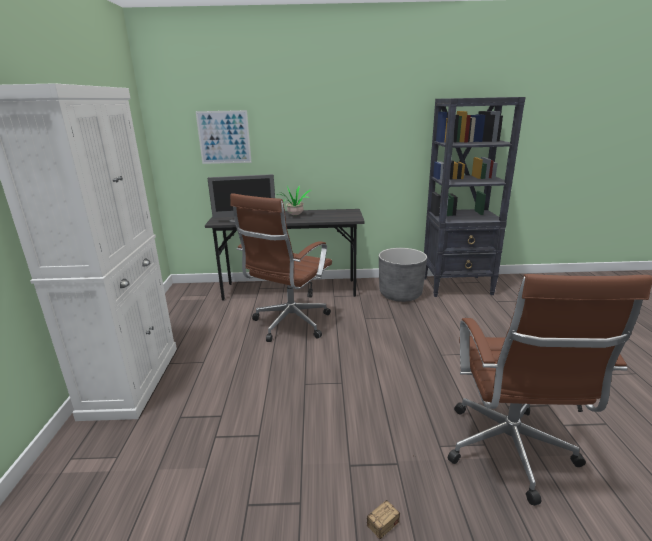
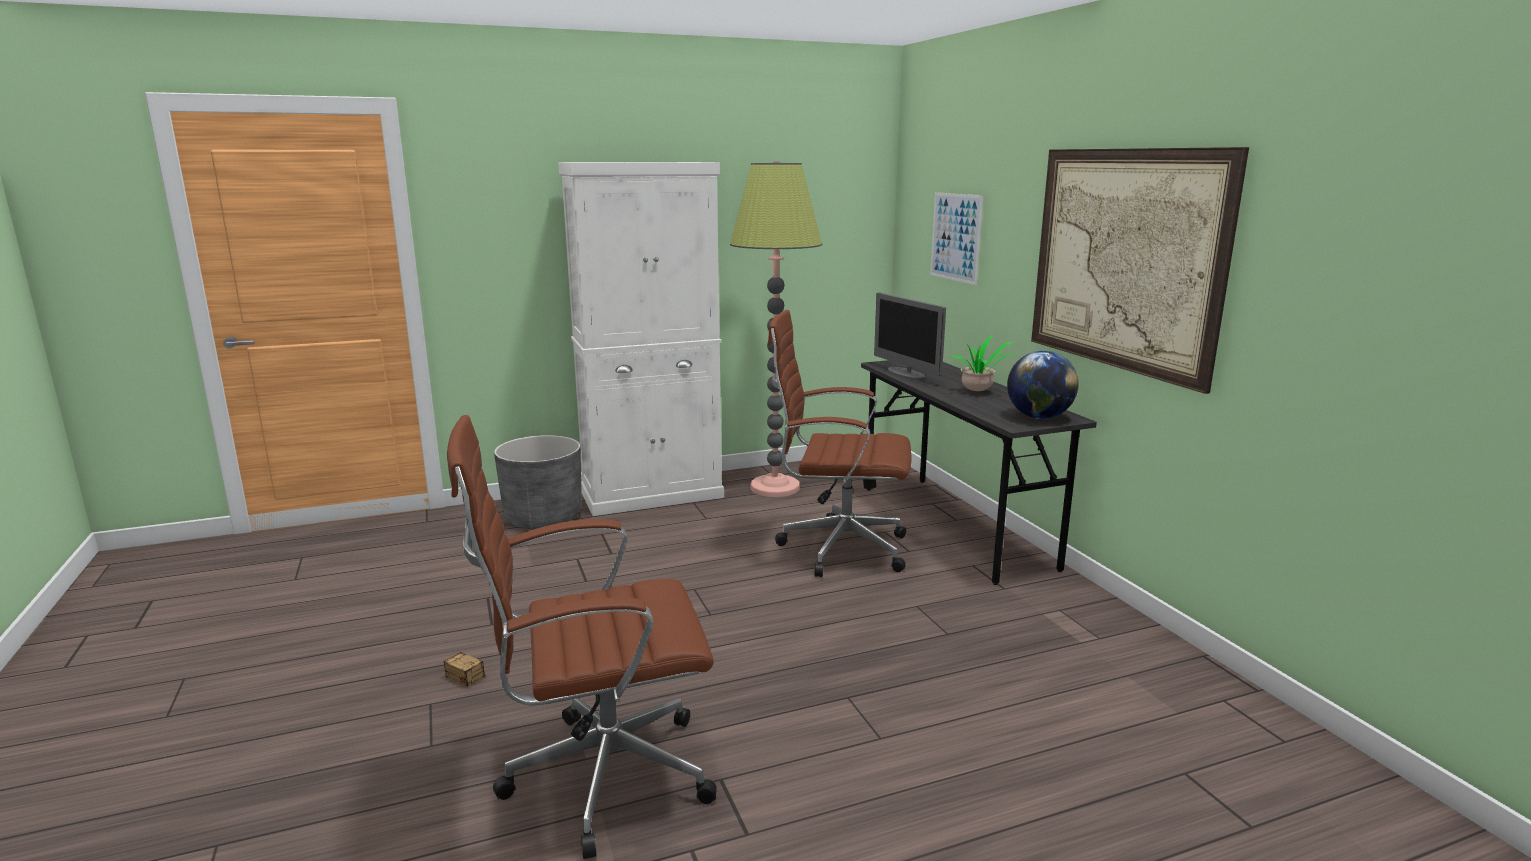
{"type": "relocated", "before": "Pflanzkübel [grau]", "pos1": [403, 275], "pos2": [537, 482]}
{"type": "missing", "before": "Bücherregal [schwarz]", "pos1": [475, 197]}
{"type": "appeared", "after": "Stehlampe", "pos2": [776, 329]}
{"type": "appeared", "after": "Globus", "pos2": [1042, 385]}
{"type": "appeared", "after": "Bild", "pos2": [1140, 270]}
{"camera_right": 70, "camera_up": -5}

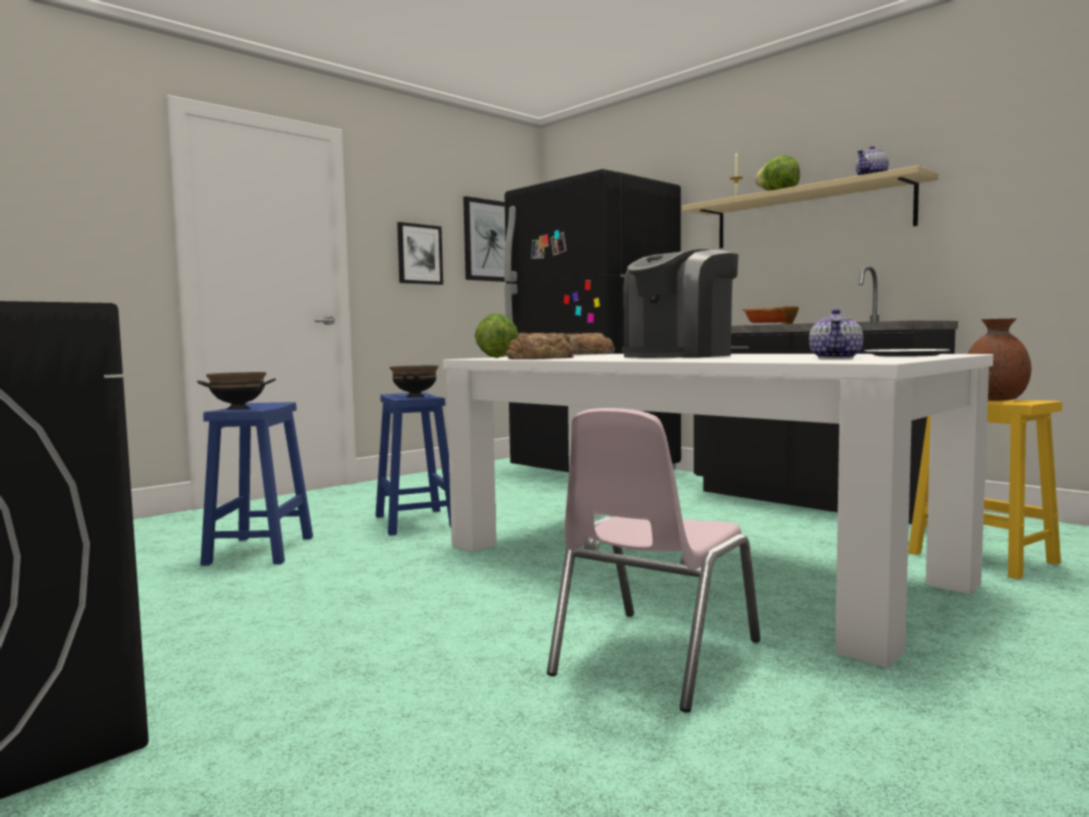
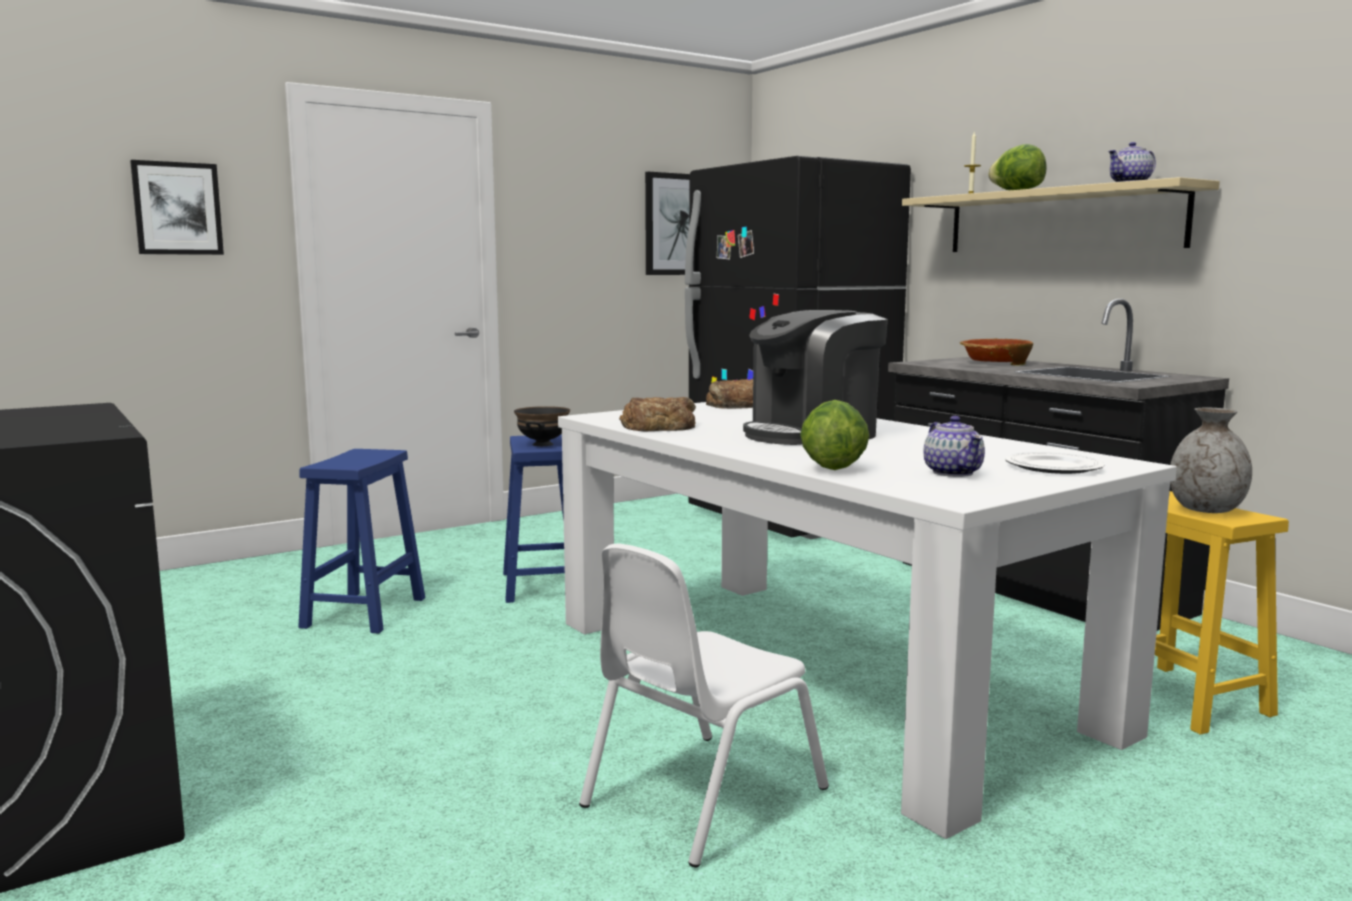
{"type": "missing", "before": "Schüssel [schwarz]", "pos1": [236, 390]}
{"type": "relocated", "before": "Bild", "pos1": [420, 253], "pos2": [177, 207]}
{"type": "relocated", "before": "Salatkopf", "pos1": [496, 335], "pos2": [835, 435]}
{"type": "colour", "before": "Stuhl [rosa]", "after": "Stuhl [weiß]", "pos1": [653, 560], "pos2": [704, 705]}
{"type": "spun", "before": "Teekanne", "pos1": [836, 334], "pos2": [954, 446], "turn": -45}
{"type": "colour", "before": "Vase [braun]", "after": "Vase [grau]", "pos1": [999, 360], "pos2": [1211, 460]}
{"camera_right": 10, "camera_up": 5}

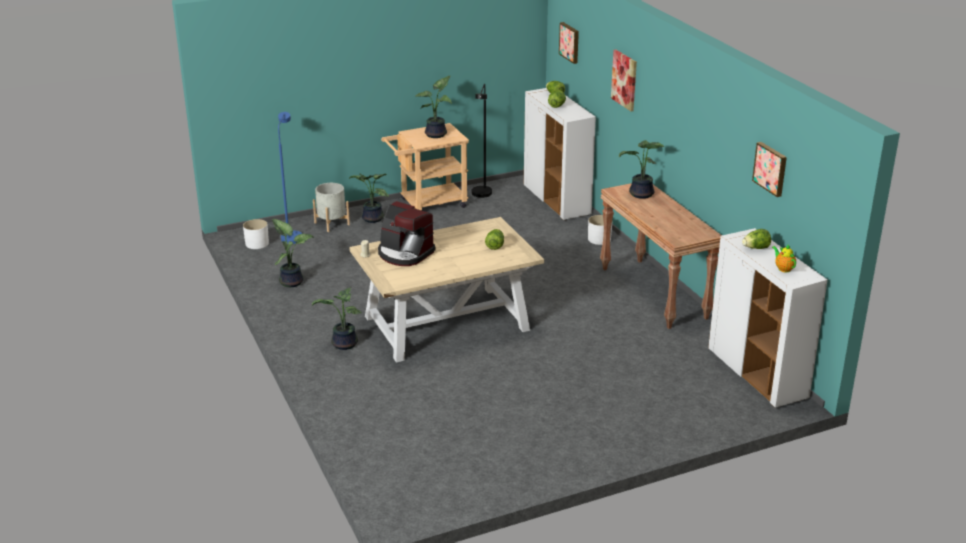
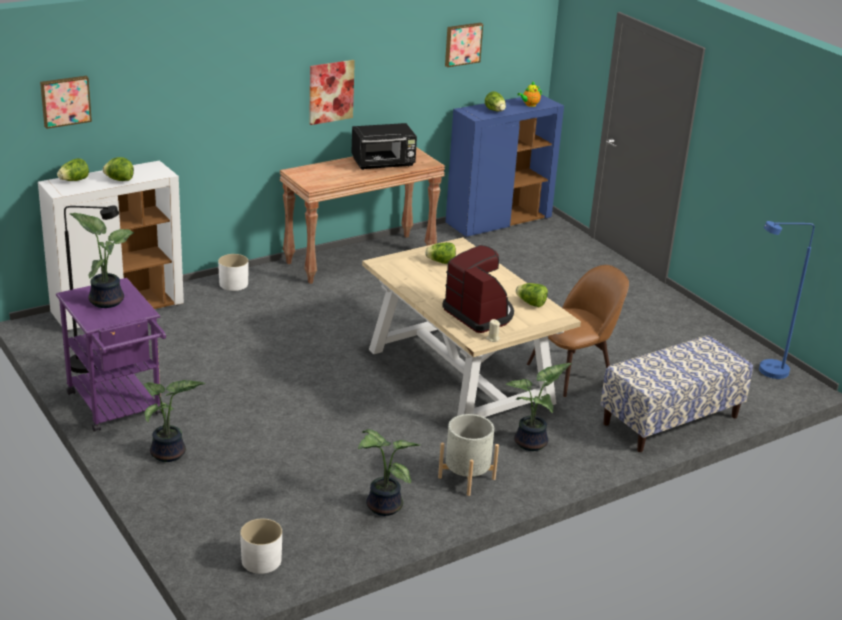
{"type": "relocated", "before": "Stehlampe [blau]", "pos1": [290, 178], "pos2": [787, 300]}
{"type": "relocated", "before": "Pflanzkübel [grau]", "pos1": [331, 207], "pos2": [468, 455]}
{"type": "spun", "before": "Kaffeemaschine", "pos1": [406, 233], "pos2": [478, 289], "turn": -60}
{"type": "colour", "before": "Rollwagen [beige]", "after": "Rollwagen [lila]", "pos1": [425, 166], "pos2": [111, 355]}
{"type": "relocated", "before": "Bild", "pos1": [624, 80], "pos2": [332, 92]}
{"type": "missing", "before": "Topfpflanze", "pos1": [641, 169]}
{"type": "colour", "before": "Schrank [weiß]", "after": "Schrank [blau]", "pos1": [768, 318], "pos2": [505, 166]}
{"type": "appeared", "after": "Mikrowelle [schwarz]", "pos2": [384, 146]}
{"type": "appeared", "after": "Salatkopf", "pos2": [532, 295]}
{"type": "appeared", "after": "Stuhl [braun]", "pos2": [578, 331]}
{"type": "appeared", "after": "Bank", "pos2": [677, 393]}
{"camera_right": -100, "camera_up": 0}

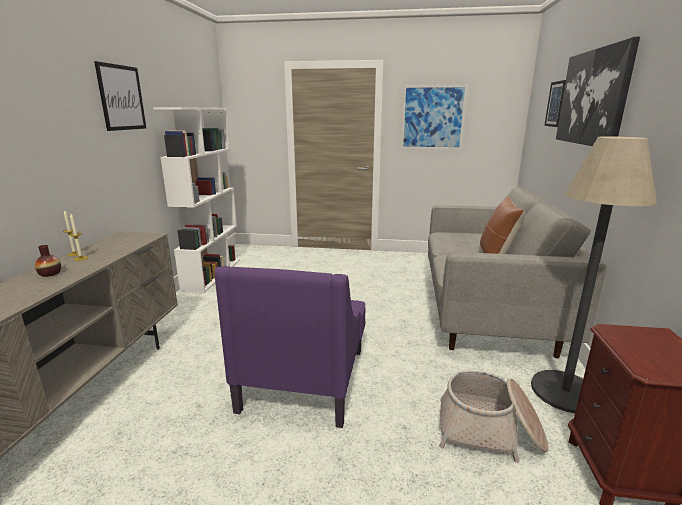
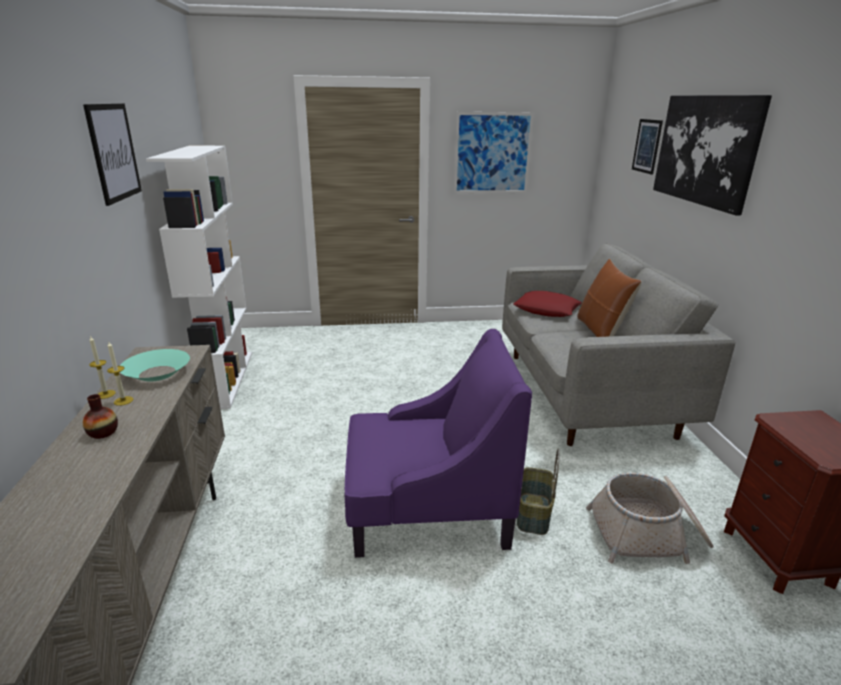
{"type": "spun", "before": "Sessel [lila]", "pos1": [289, 347], "pos2": [438, 443], "turn": -90}
{"type": "missing", "before": "Stehlampe", "pos1": [594, 274]}
{"type": "appeared", "after": "Schüssel [türkis]", "pos2": [155, 365]}
{"type": "appeared", "after": "Kissen [rot]", "pos2": [547, 304]}
{"type": "appeared", "after": "Korb", "pos2": [538, 492]}
{"camera_right": -15, "camera_up": 5}

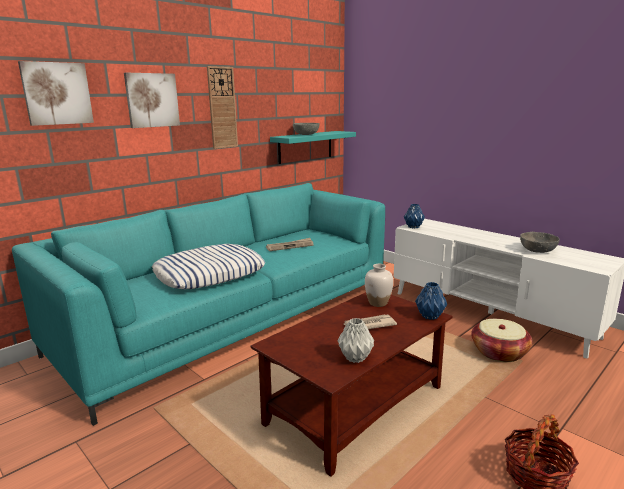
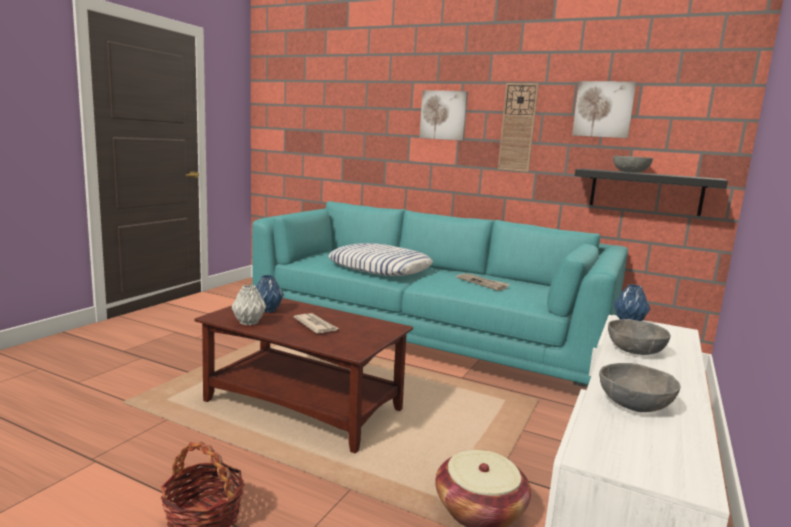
{"type": "relocated", "before": "Bild", "pos1": [56, 93], "pos2": [604, 109]}
{"type": "colour", "before": "Wandregal [türkis]", "after": "Wandregal [schwarz]", "pos1": [313, 147], "pos2": [651, 192]}
{"type": "missing", "before": "Vase [weiß]", "pos1": [379, 285]}
{"type": "relocated", "before": "Vase [blau]", "pos1": [431, 301], "pos2": [270, 294]}
{"type": "appeared", "after": "Schüssel [grau]", "pos2": [639, 337]}
{"camera_right": 70, "camera_up": -5}

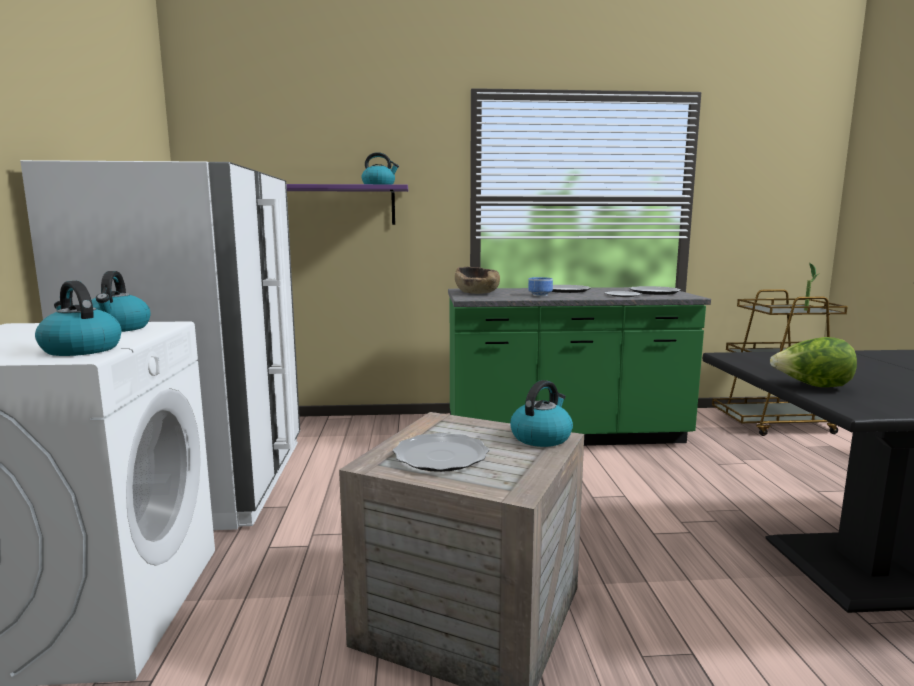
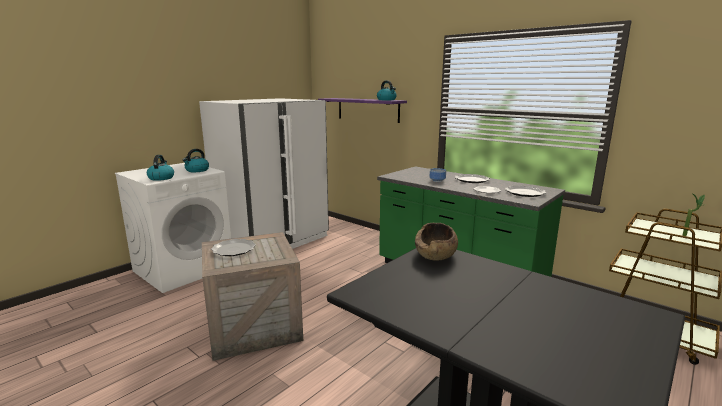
{"type": "relocated", "before": "Schüssel [braun]", "pos1": [477, 280], "pos2": [436, 242]}
{"type": "missing", "before": "Wasserkessel", "pos1": [541, 413]}
{"type": "missing", "before": "Salatkopf", "pos1": [813, 362]}
{"camera_right": 45, "camera_up": 5}

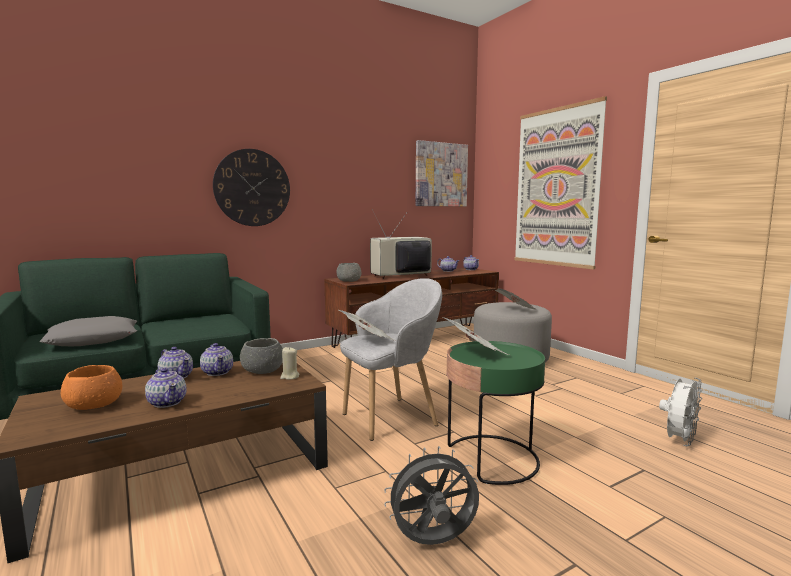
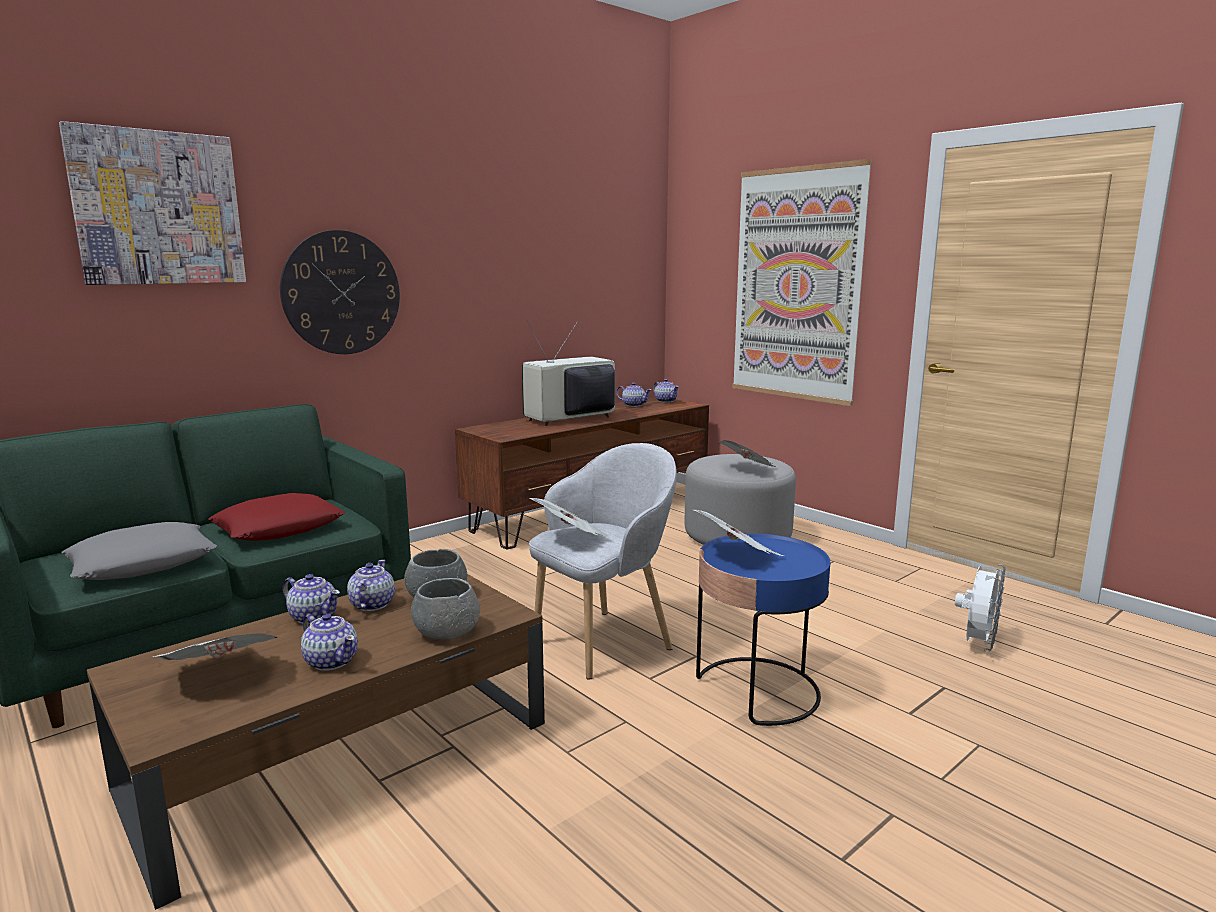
{"type": "exchanged", "before": "Schüssel [orange]", "after": "Zeitung", "pos1": [91, 387], "pos2": [215, 646]}
{"type": "spun", "before": "Teekanne", "pos1": [216, 359], "pos2": [371, 585], "turn": -135}
{"type": "missing", "before": "Kerze [beige]", "pos1": [290, 363]}
{"type": "relocated", "before": "Schüssel [grau]", "pos1": [349, 272], "pos2": [445, 608]}
{"type": "missing", "before": "Ventilator [grau]", "pos1": [431, 495]}
{"type": "relocated", "before": "Bild", "pos1": [442, 173], "pos2": [152, 203]}
{"type": "colour", "before": "Beistelltisch [grün]", "after": "Beistelltisch [blau]", "pos1": [496, 413], "pos2": [763, 629]}
{"type": "appeared", "after": "Kissen [rot]", "pos2": [276, 517]}
{"camera_right": -10, "camera_up": 5}

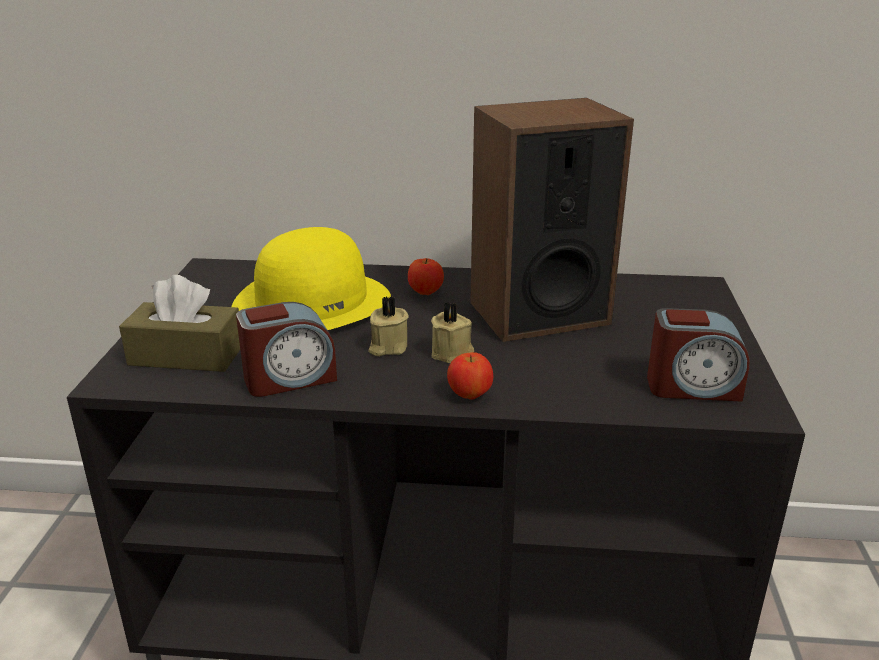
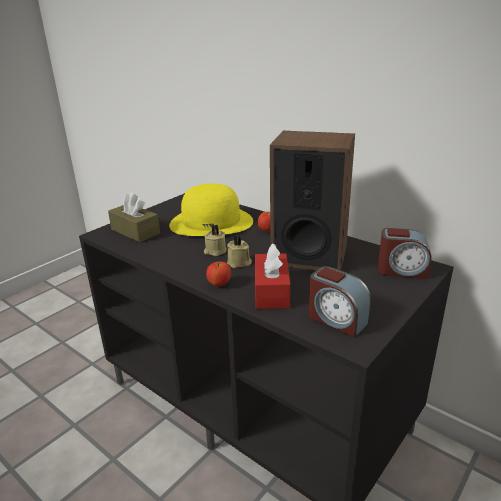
{"type": "relocated", "before": "Wecker", "pos1": [286, 349], "pos2": [404, 253]}
{"type": "appeared", "after": "Taschentuchbox [rot]", "pos2": [273, 276]}
{"camera_right": 35, "camera_up": 0}

